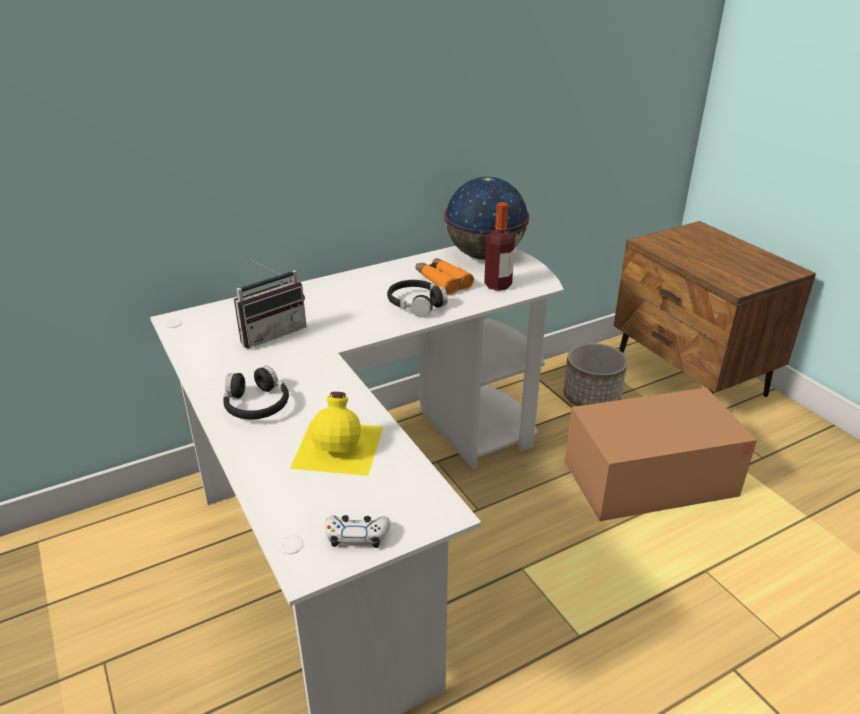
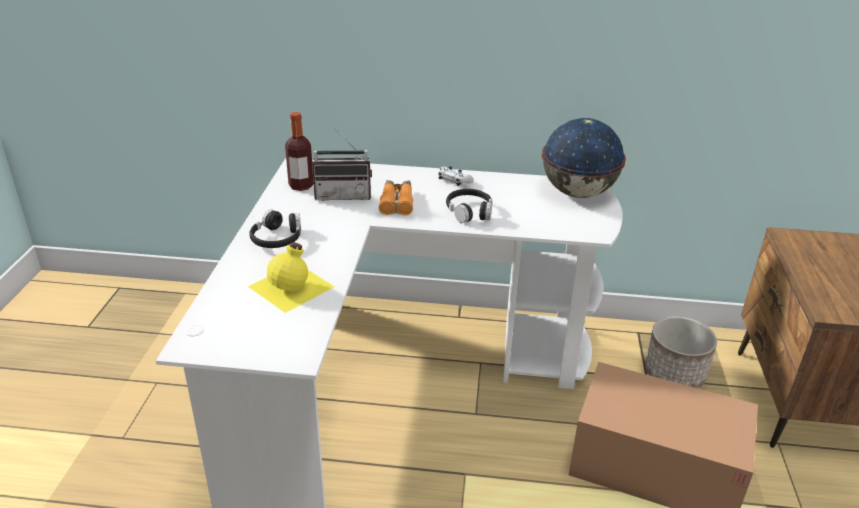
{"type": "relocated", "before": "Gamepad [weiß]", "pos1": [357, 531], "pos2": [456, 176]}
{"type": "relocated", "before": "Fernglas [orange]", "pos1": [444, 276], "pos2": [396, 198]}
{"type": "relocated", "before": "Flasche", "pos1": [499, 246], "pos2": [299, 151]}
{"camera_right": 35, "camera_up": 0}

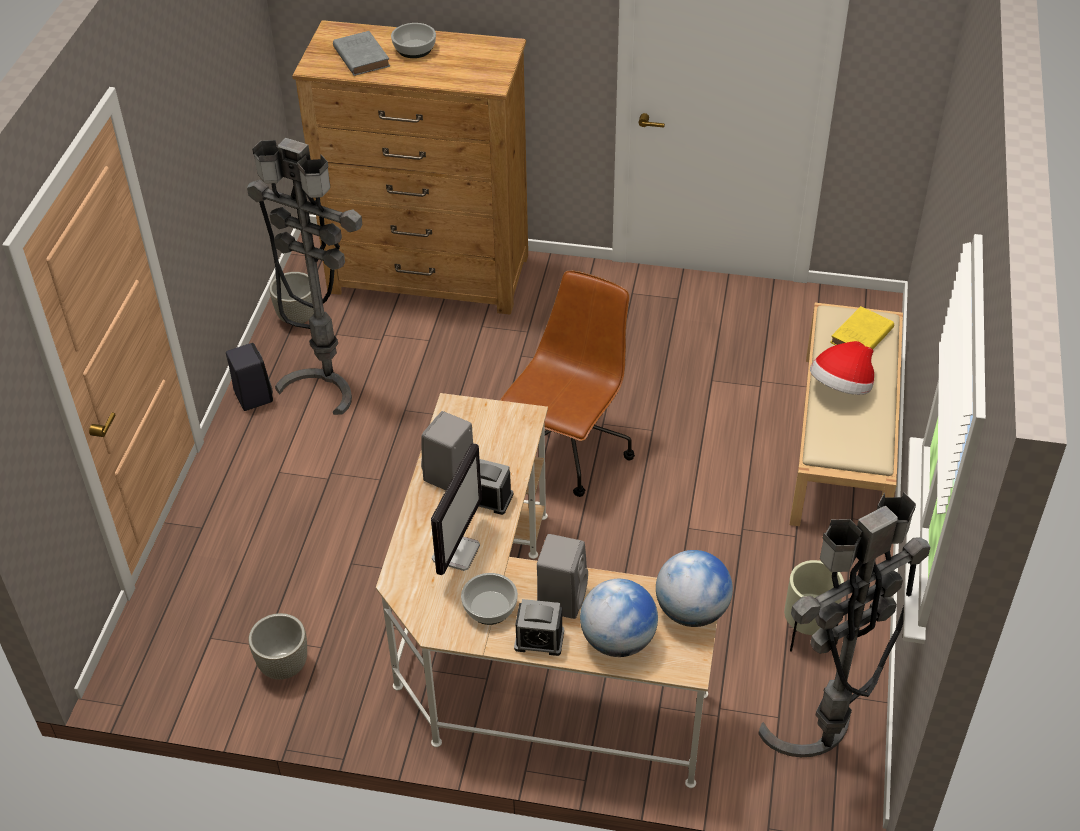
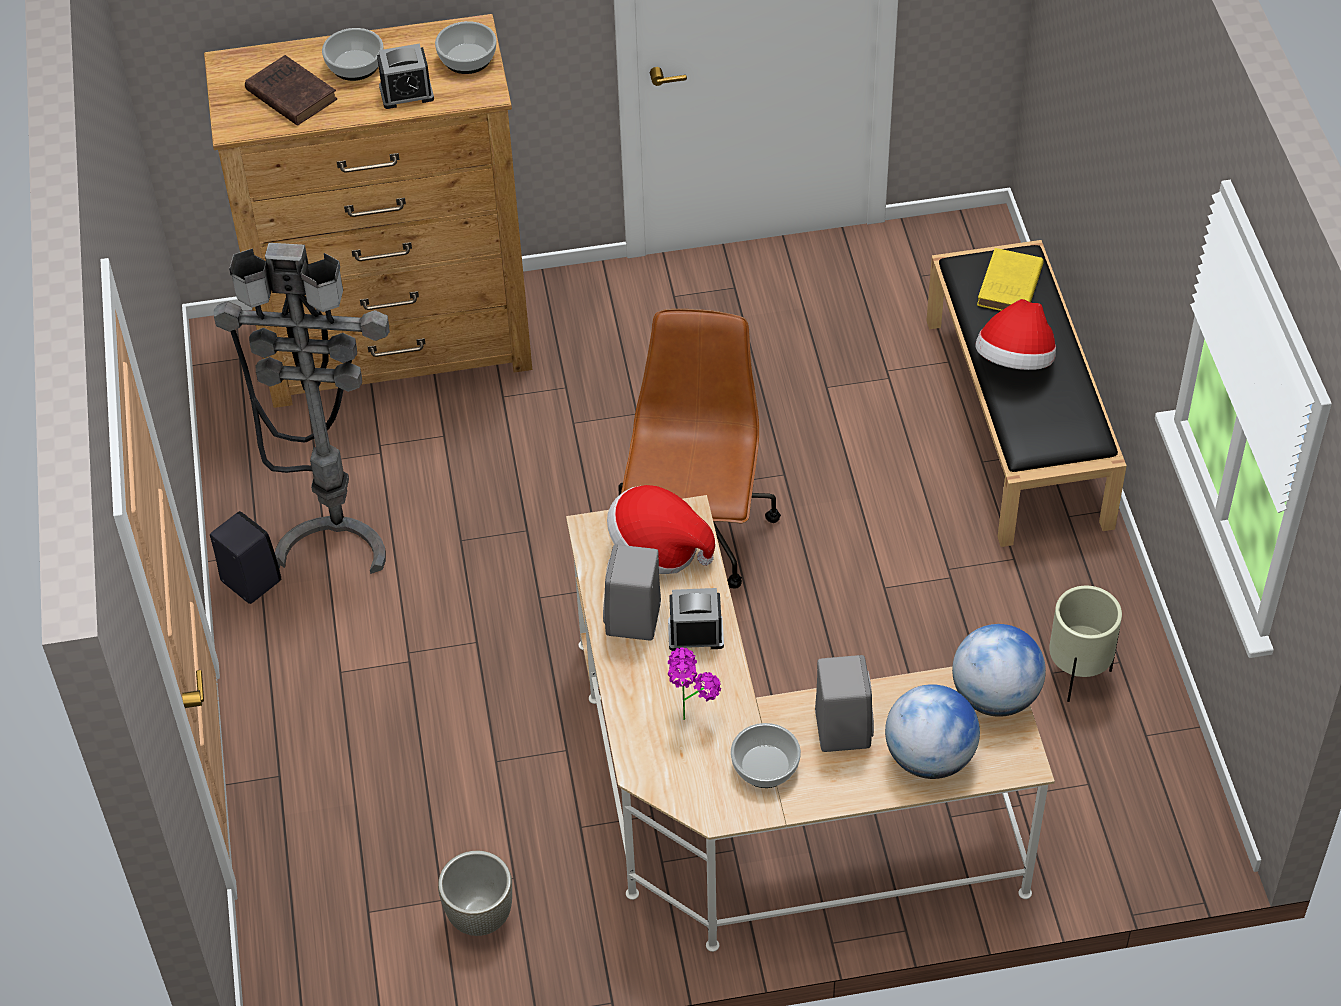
{"type": "missing", "before": "Pflanzkübel [grau]", "pos1": [291, 298]}
{"type": "colour", "before": "Buch [grau]", "after": "Buch [braun]", "pos1": [361, 53], "pos2": [291, 90]}
{"type": "exchanged", "before": "Monitor", "after": "Topfpflanze", "pos1": [456, 509], "pos2": [694, 684]}
{"type": "relocated", "before": "Wecker", "pos1": [539, 627], "pos2": [405, 76]}
{"type": "missing", "before": "Stehlampe [grau]", "pos1": [844, 624]}
{"type": "colour", "before": "Bank [beige]", "after": "Bank [schwarz]", "pos1": [846, 414], "pos2": [1026, 393]}
{"type": "appeared", "after": "Schüssel", "pos2": [466, 47]}
{"type": "appeared", "after": "Hut", "pos2": [661, 529]}
{"camera_right": -20, "camera_up": 5}

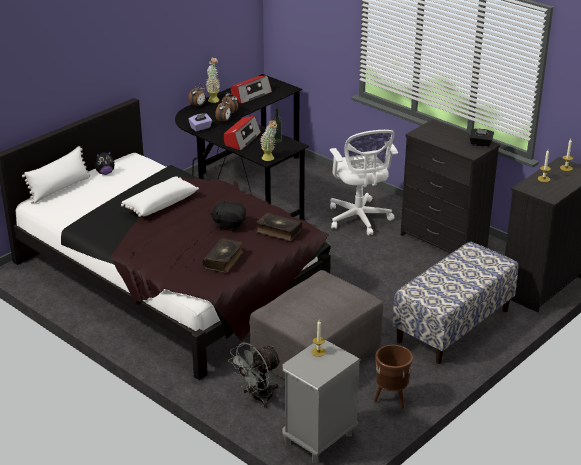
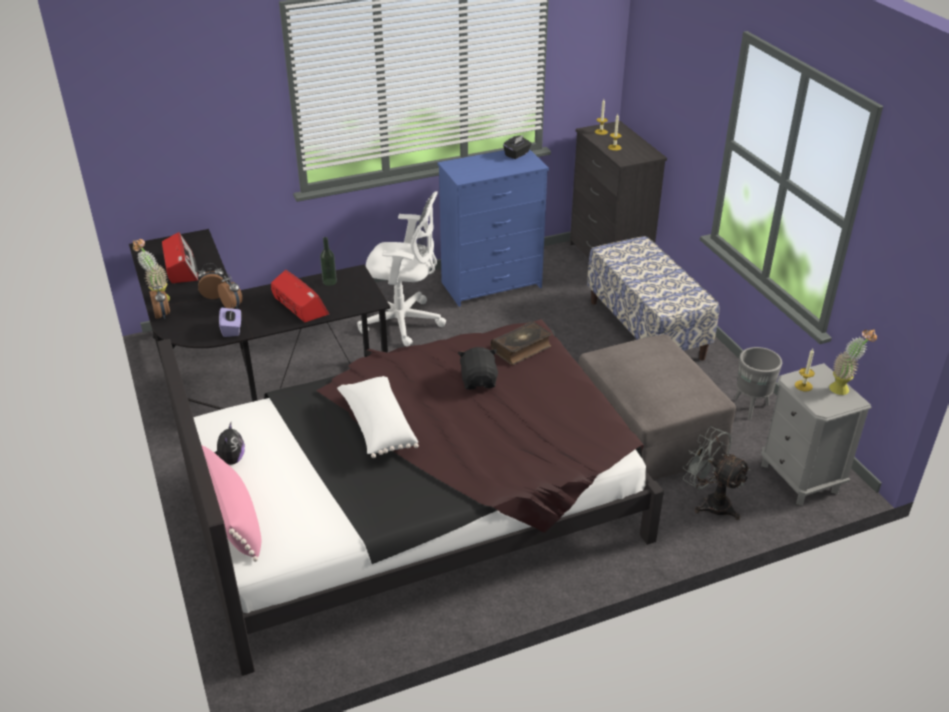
{"type": "colour", "before": "Kissen [weiß]", "after": "Kissen [rosa]", "pos1": [56, 175], "pos2": [231, 503]}
{"type": "missing", "before": "Buch", "pos1": [222, 255]}
{"type": "spun", "before": "Plüschtier [schwarz]", "pos1": [228, 215], "pos2": [478, 368], "turn": 135}
{"type": "spun", "before": "Ventilator [grau]", "pos1": [254, 375], "pos2": [717, 473], "turn": 150}
{"type": "relocated", "before": "Topfpflanze", "pos1": [268, 140], "pos2": [853, 362]}
{"type": "colour", "before": "Pflanzkübel [braun]", "after": "Pflanzkübel [grau]", "pos1": [393, 377], "pos2": [758, 383]}
{"type": "colour", "before": "Kommode [schwarz]", "after": "Kommode [blau]", "pos1": [450, 186], "pos2": [493, 228]}
{"camera_right": -65, "camera_up": 5}

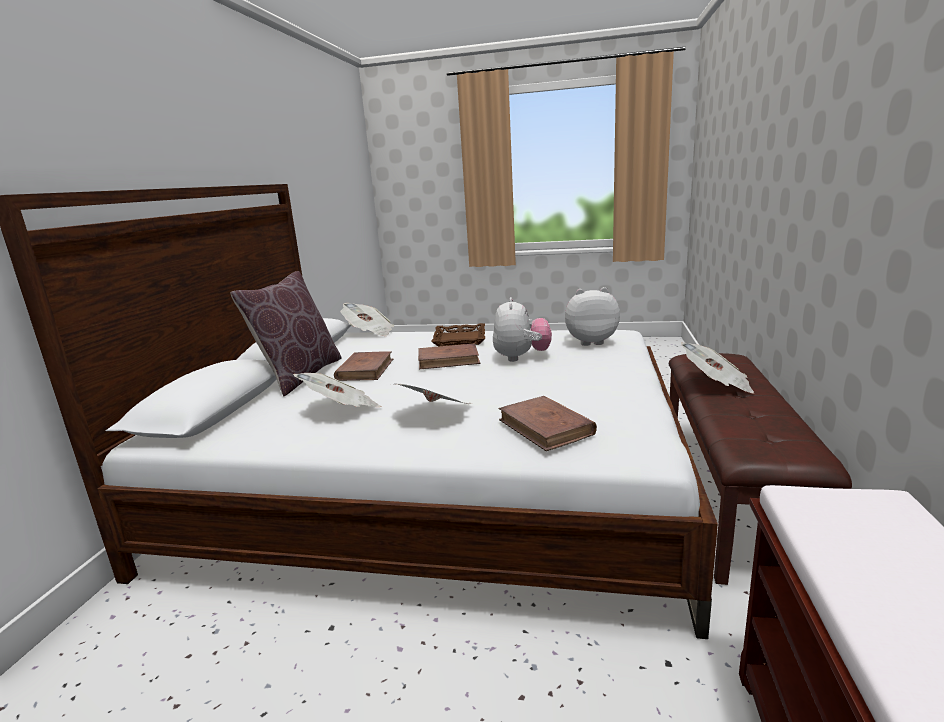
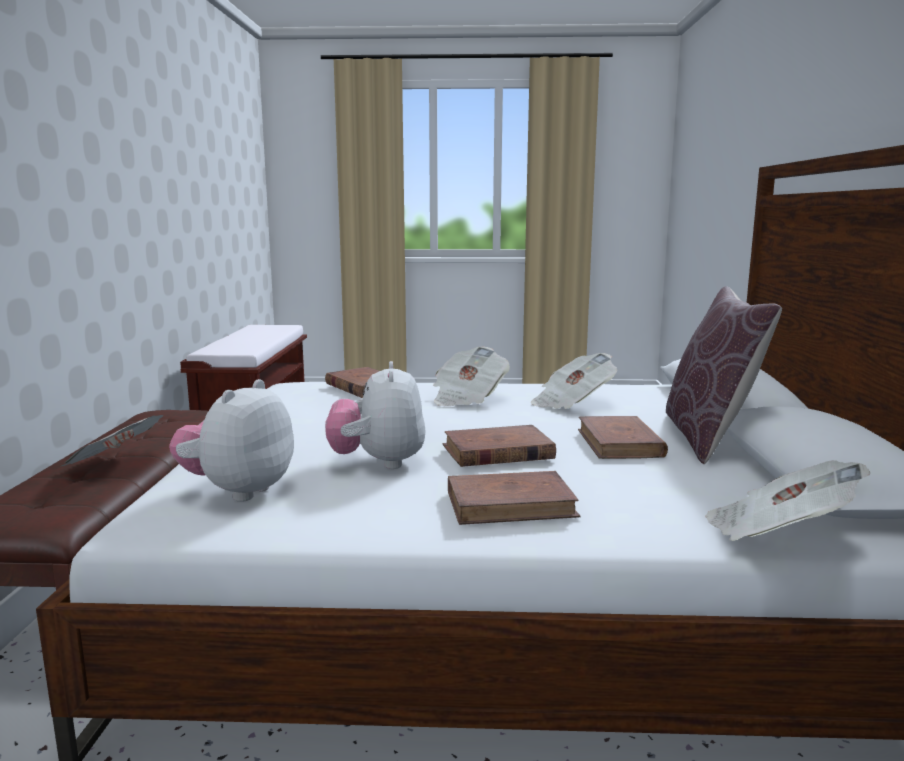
{"type": "exchanged", "before": "Tablett [braun]", "after": "Buch [braun]", "pos1": [458, 335], "pos2": [514, 498]}
{"type": "spun", "before": "Plüschtier", "pos1": [592, 316], "pos2": [231, 440], "turn": 120}
{"camera_right": 170, "camera_up": -5}

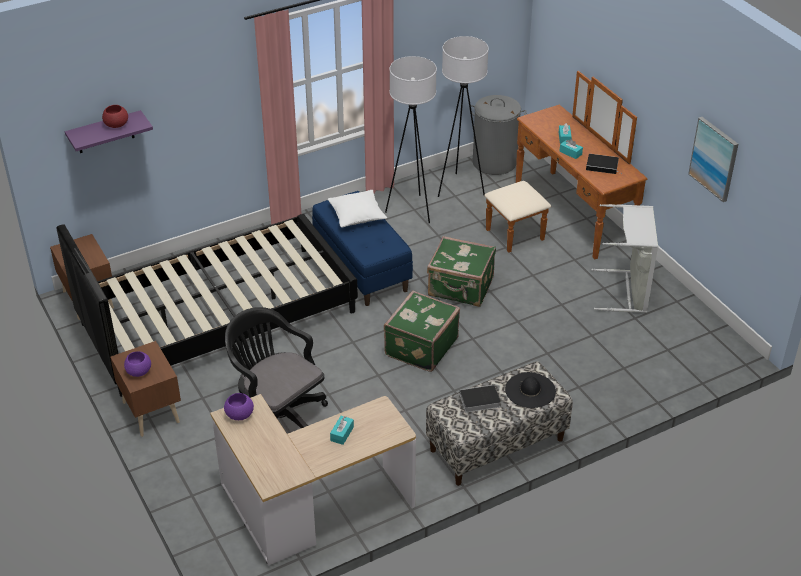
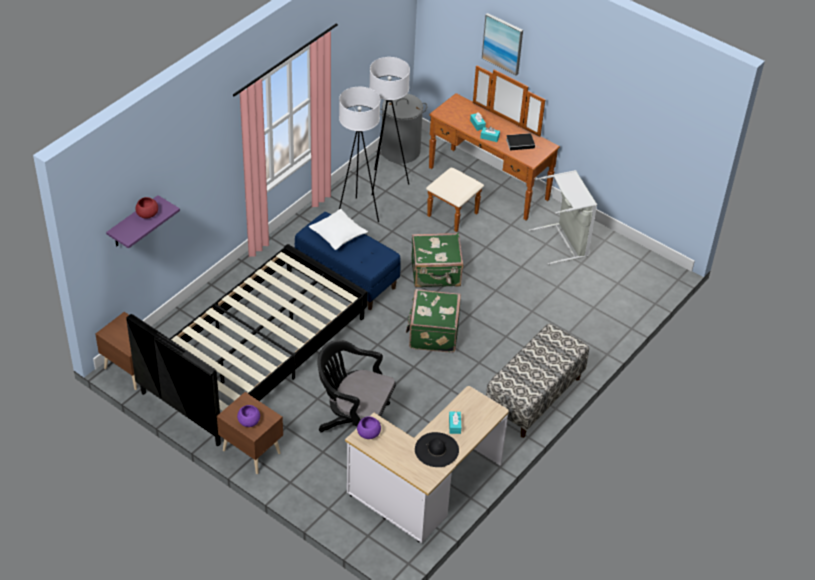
{"type": "missing", "before": "Buch", "pos1": [476, 399]}
{"type": "relocated", "before": "Hut [schwarz]", "pos1": [530, 390], "pos2": [437, 449]}
{"type": "relocated", "before": "Bild", "pos1": [713, 159], "pos2": [502, 44]}
{"camera_right": -25, "camera_up": 5}

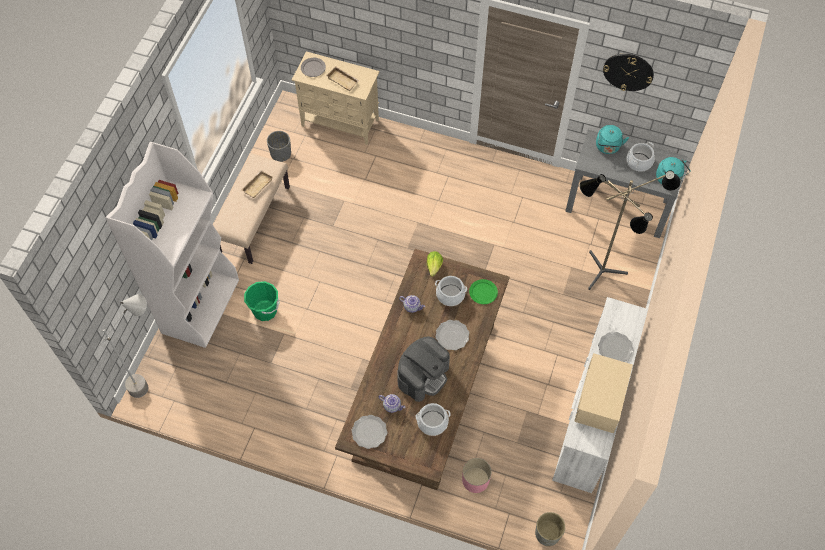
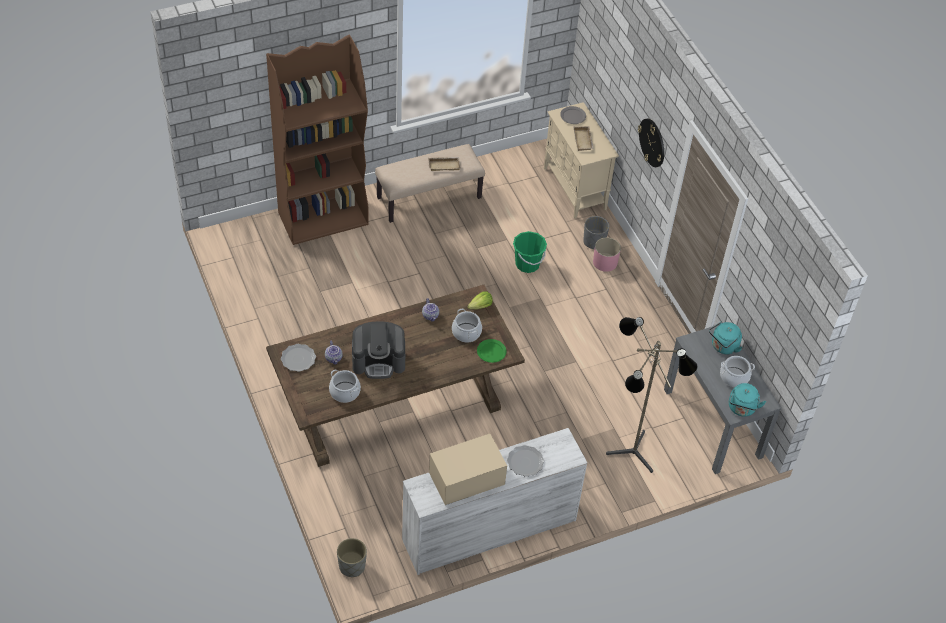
{"type": "missing", "before": "Stehlampe [grau]", "pos1": [124, 346]}
{"type": "colour", "before": "Bücherregal [weiß]", "after": "Bücherregal [braun]", "pos1": [172, 245], "pos2": [317, 139]}
{"type": "relocated", "before": "Eimer [grün]", "pos1": [262, 301], "pos2": [530, 252]}
{"type": "relocated", "before": "Pflanzkübel [grau]", "pos1": [279, 146], "pos2": [596, 232]}
{"type": "missing", "before": "Teller", "pos1": [452, 335]}
{"type": "relocated", "before": "Pflanzkübel [rosa]", "pos1": [477, 475], "pos2": [607, 254]}
{"type": "relocated", "before": "Wanduhr", "pos1": [628, 72], "pos2": [651, 142]}
{"camera_right": 45, "camera_up": -10}

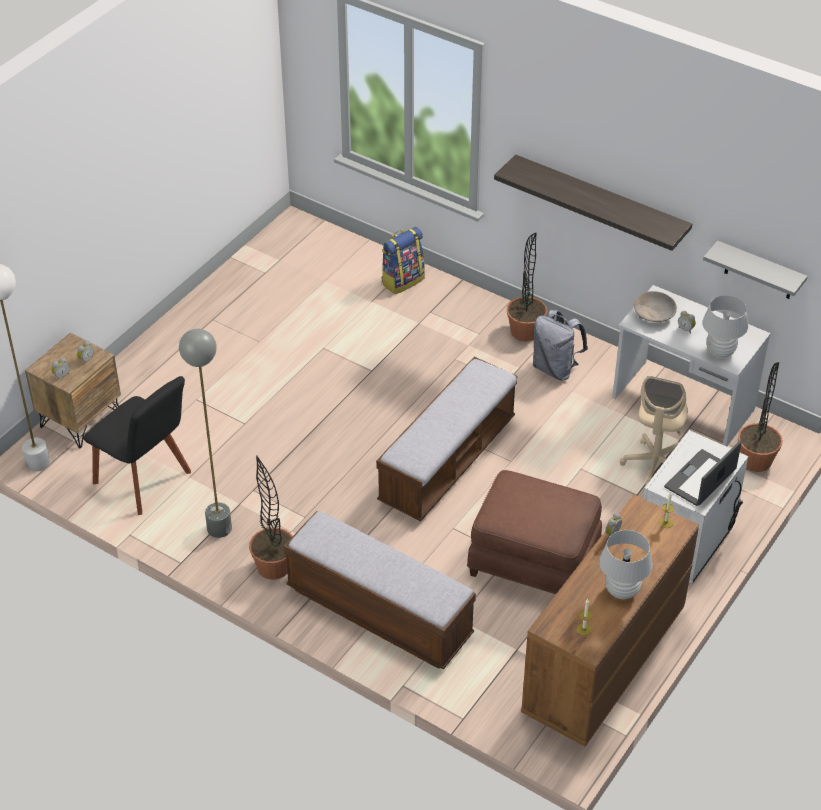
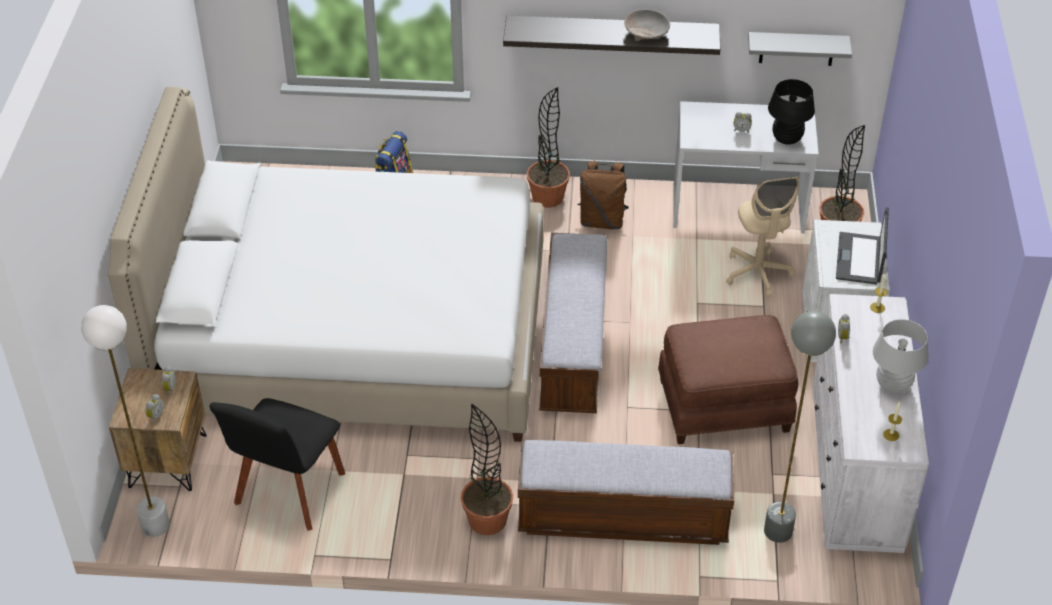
{"type": "spun", "before": "Stuhl [schwarz]", "pos1": [137, 445], "pos2": [277, 464], "turn": 105}
{"type": "relocated", "before": "Stehlampe [grau]", "pos1": [205, 433], "pos2": [800, 427]}
{"type": "colour", "before": "Kommode [braun]", "after": "Kommode [weiß]", "pos1": [610, 620], "pos2": [871, 423]}
{"type": "colour", "before": "Rucksack [grau]", "after": "Rucksack [braun]", "pos1": [560, 345], "pos2": [603, 194]}
{"type": "relocated", "before": "Schüssel [beige]", "pos1": [655, 307], "pos2": [647, 25]}
{"type": "colour", "before": "Tischlampe [weiß]", "after": "Tischlampe [schwarz]", "pos1": [725, 326], "pos2": [791, 112]}
{"type": "appeared", "after": "Bett [weiß]", "pos2": [326, 264]}
{"camera_right": -30, "camera_up": 0}

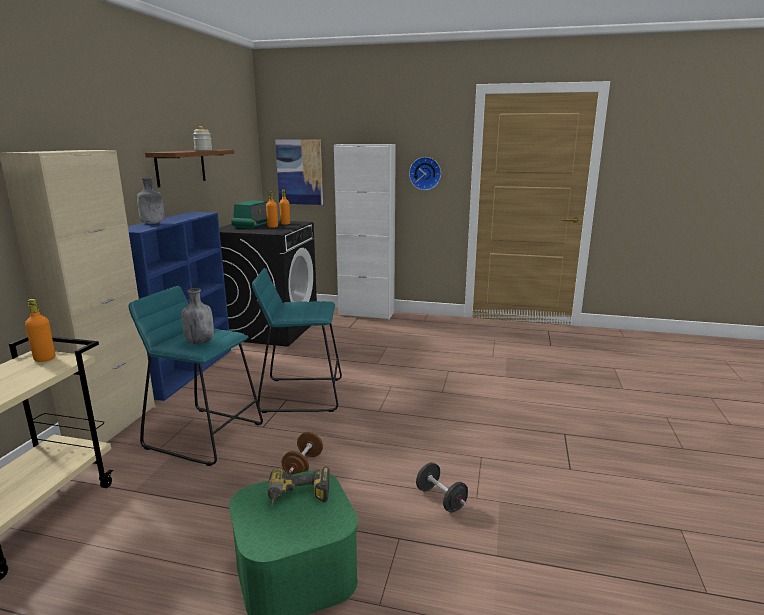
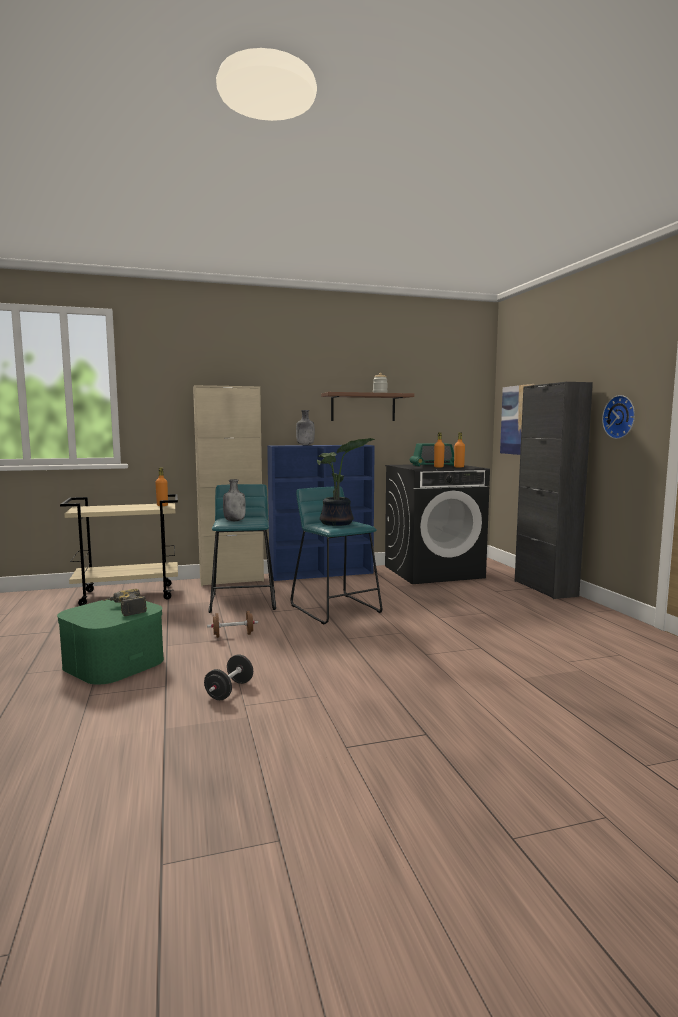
{"type": "colour", "before": "Schrank [weiß]", "after": "Schrank [schwarz]", "pos1": [365, 232], "pos2": [554, 490]}
{"type": "appeared", "after": "Topfpflanze", "pos2": [346, 482]}
{"camera_right": 60, "camera_up": -10}

